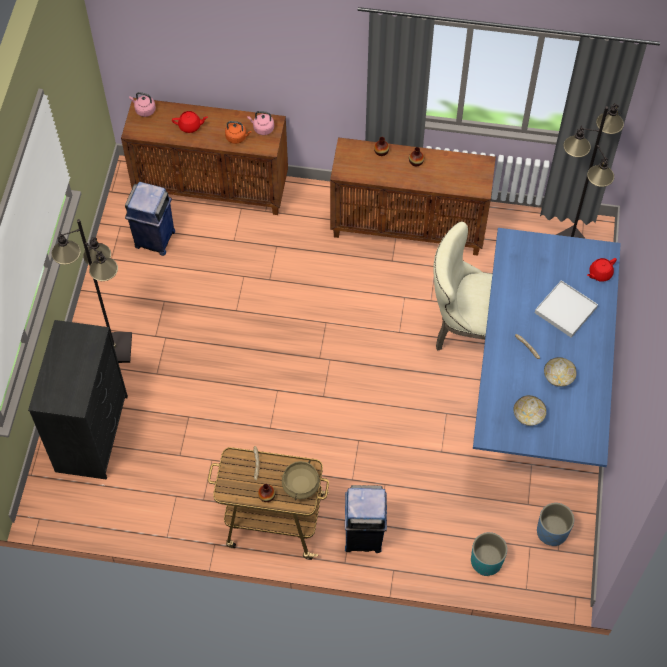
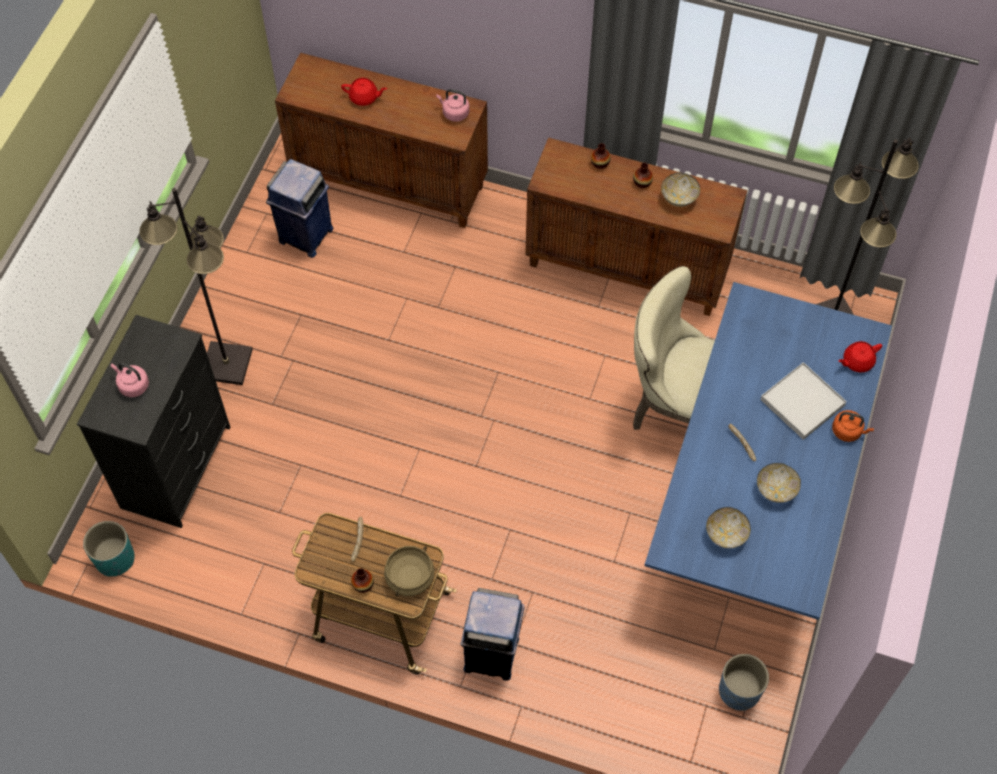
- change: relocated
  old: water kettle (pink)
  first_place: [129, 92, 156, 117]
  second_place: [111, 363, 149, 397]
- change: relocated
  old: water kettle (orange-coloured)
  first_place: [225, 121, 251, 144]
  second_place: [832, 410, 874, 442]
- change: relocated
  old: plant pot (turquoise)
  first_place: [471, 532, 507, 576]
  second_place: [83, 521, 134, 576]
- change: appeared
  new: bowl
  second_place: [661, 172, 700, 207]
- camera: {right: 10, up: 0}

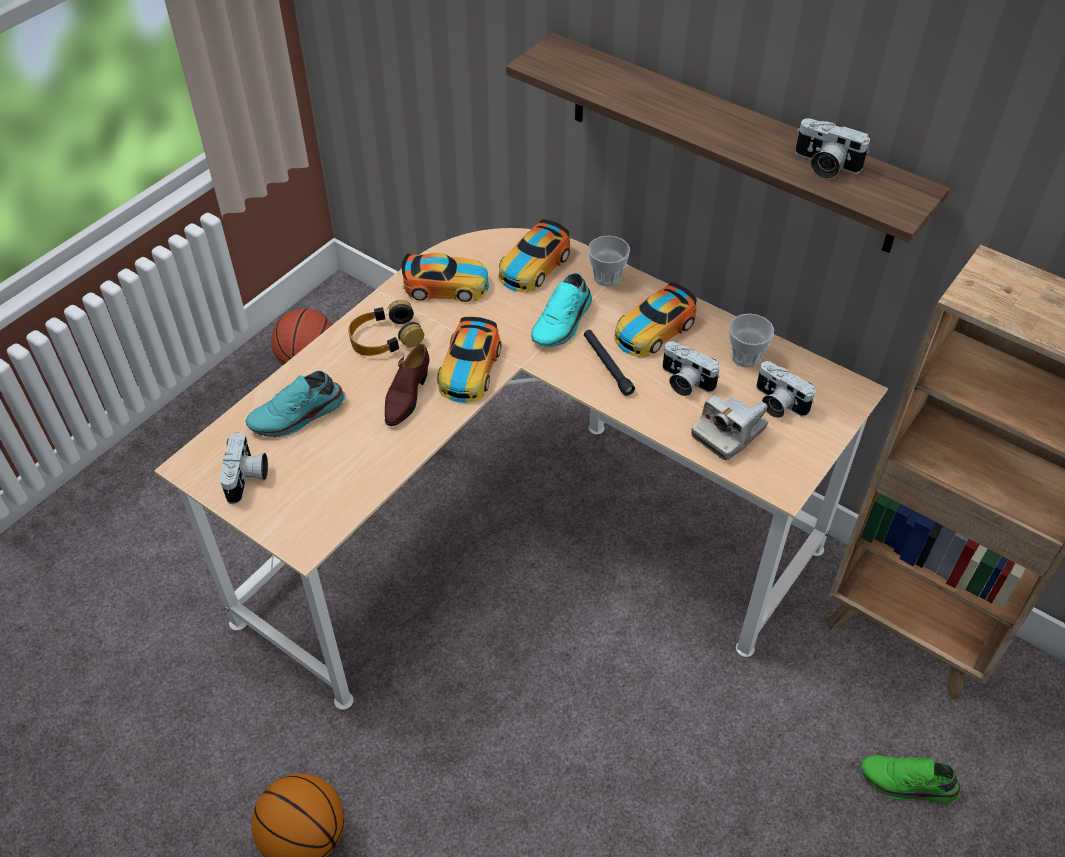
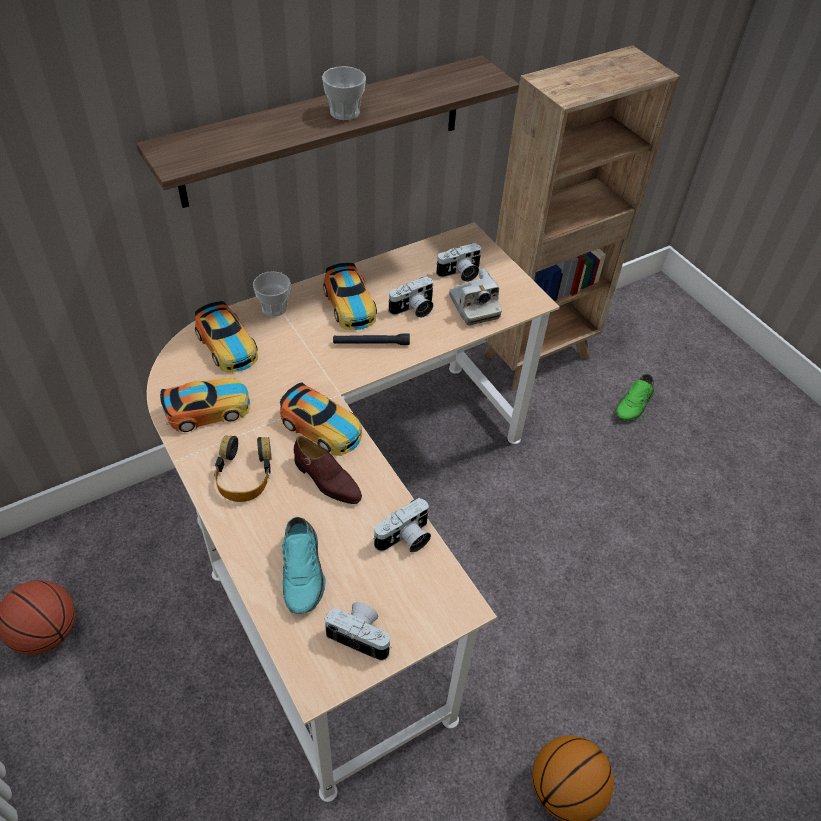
- change: relocated
  old: still camera
  first_place: [795, 118, 870, 179]
  second_place: [374, 498, 431, 553]
- change: spun
  old: miniature car
  first_place: [402, 253, 489, 302]
  second_place: [160, 378, 250, 432]
  degrees: 45
- change: missing
  old: low shoe (turquoise)
  first_place: [531, 273, 592, 347]
- change: relocated
  old: small cup
  first_place: [729, 313, 774, 368]
  second_place: [322, 66, 366, 120]
- camera: {right: -70, up: 0}

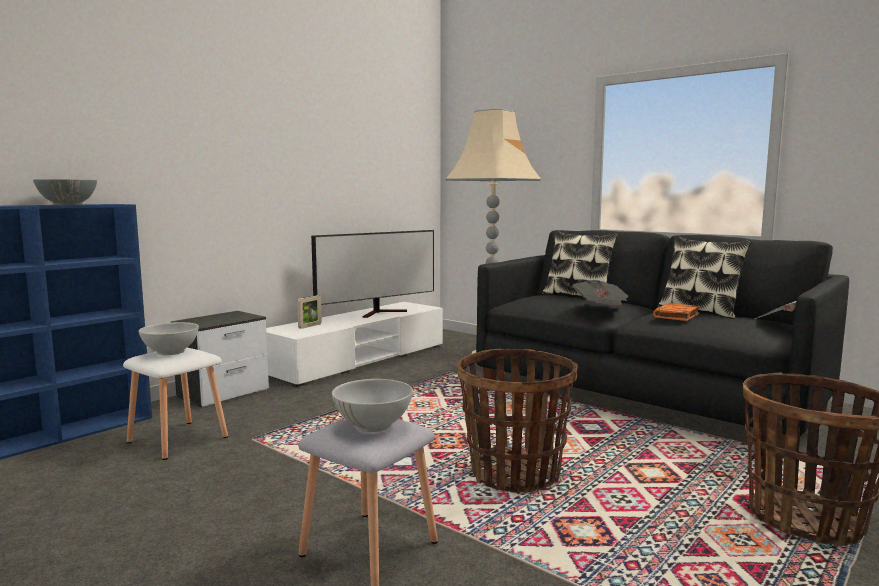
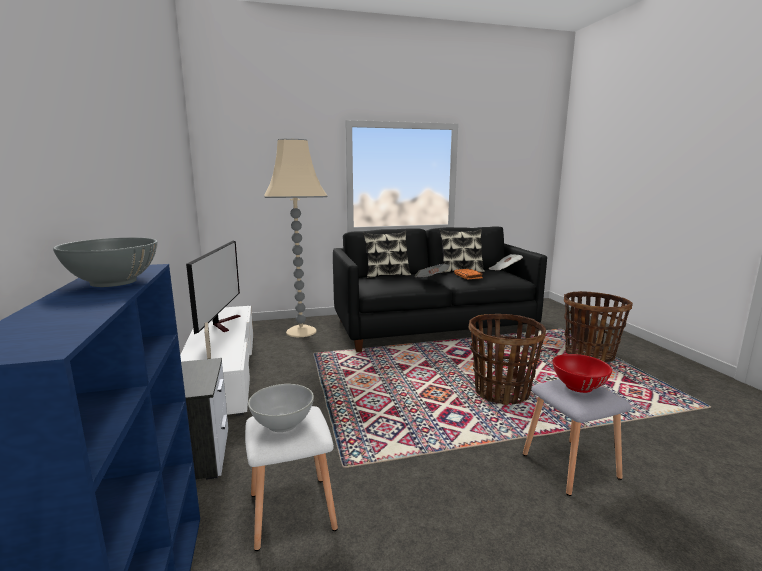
- change: colour
  old: bowl (whitish)
  new: bowl (reddish)
  first_place: [332, 379, 413, 432]
  second_place: [553, 354, 612, 393]
- camera: {right: -55, up: 5}

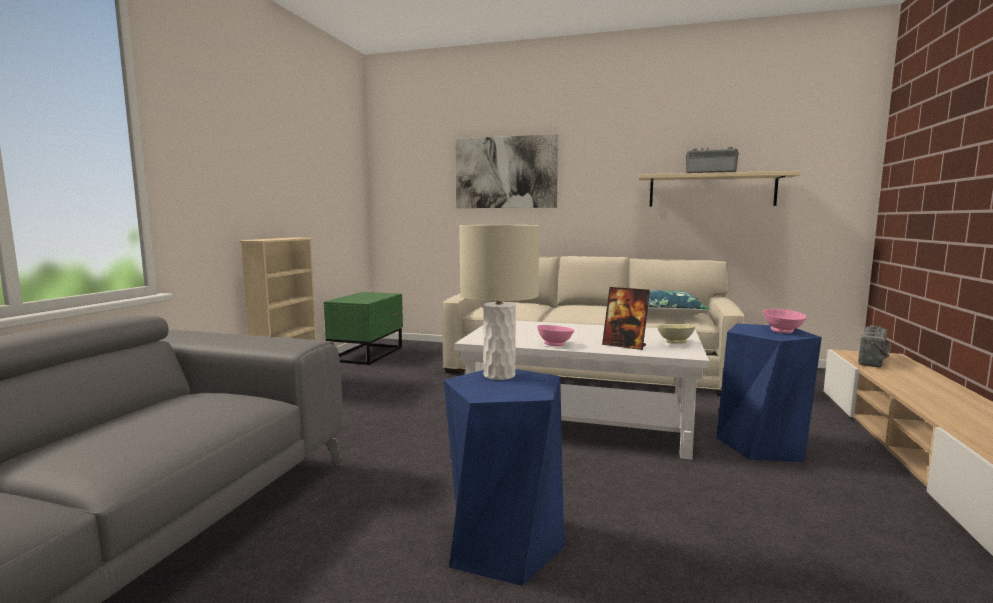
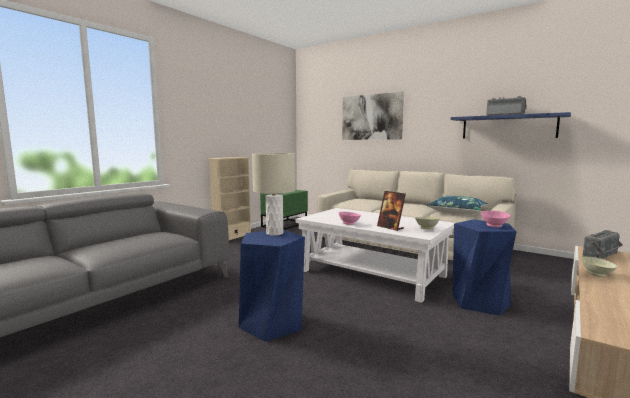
- change: colour
  old: shelf (beige)
  new: shelf (blue-coloured)
  first_place: [639, 171, 801, 206]
  second_place: [451, 112, 571, 139]
- change: appeared
  new: bowl (beige)
  second_place: [581, 257, 617, 277]
- camera: {right: 20, up: 0}

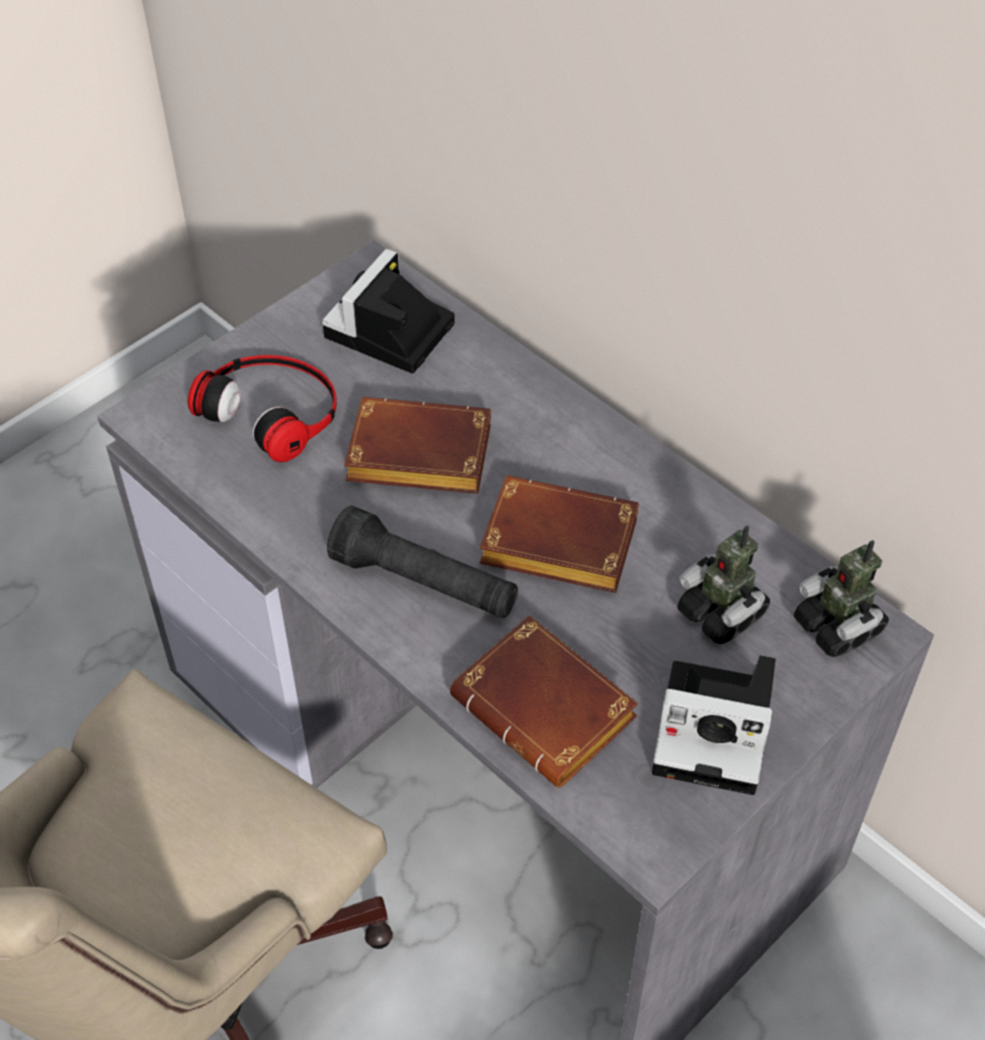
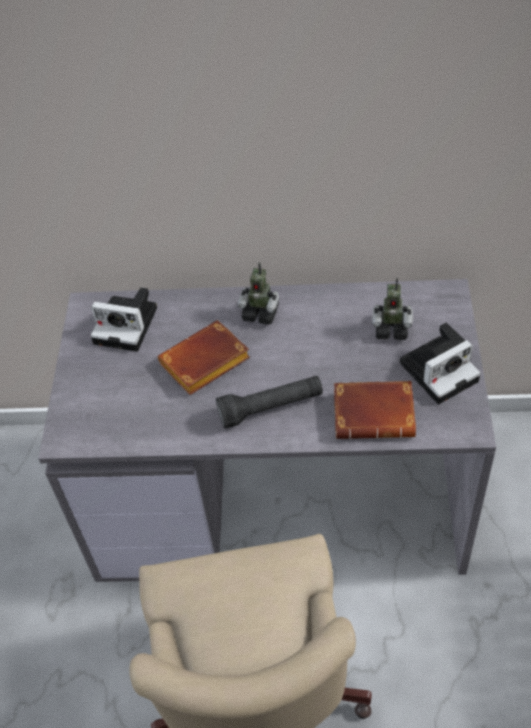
- change: spun
  old: still camera
  first_place: [322, 249, 455, 374]
  second_place: [90, 287, 157, 352]
  degrees: -60
- change: missing
  old: headphones
  first_place: [188, 355, 337, 462]
- change: missing
  old: bound book (brown)
  first_place: [479, 476, 639, 593]
- change: relocated
  old: robot figure
  first_place: [794, 540, 889, 657]
  second_place: [238, 262, 279, 325]
- camera: {right: -40, up: 0}

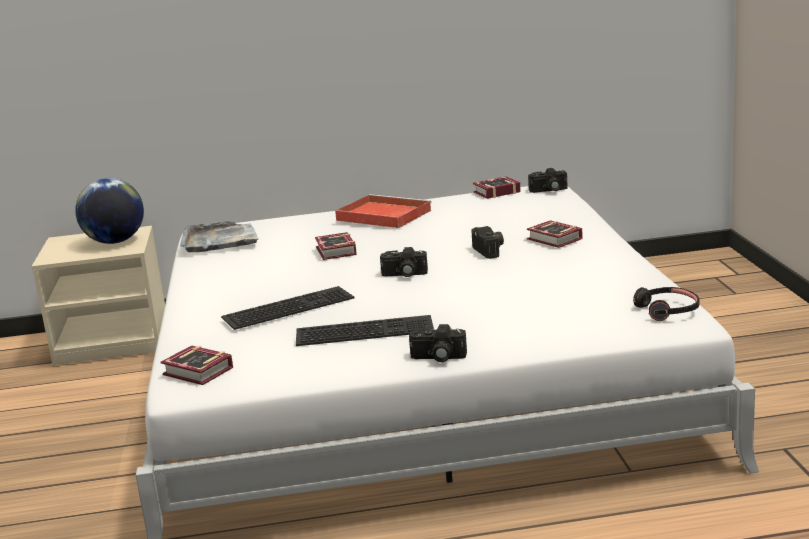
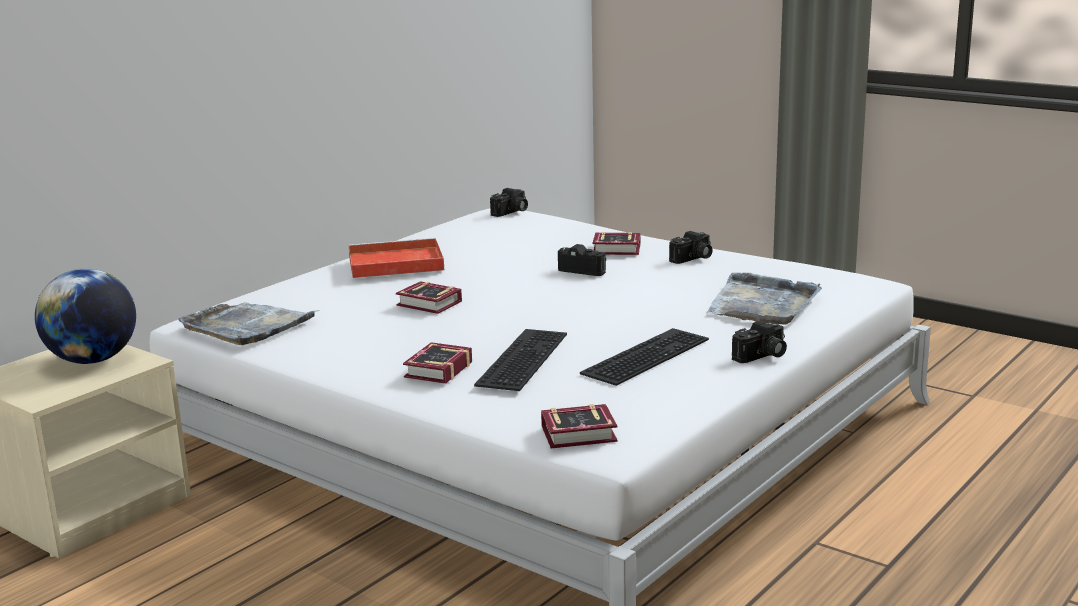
- change: relocated
  old: bound book
  first_place: [473, 177, 521, 199]
  second_place: [403, 342, 472, 384]
- change: relocated
  old: still camera
  first_place: [380, 247, 428, 277]
  second_place: [669, 231, 712, 264]
- change: missing
  old: headphones (black-coloured)
  first_place: [633, 287, 699, 321]
- change: appeared
  new: tray (greyish)
  second_place: [707, 273, 822, 325]
- camera: {right: -45, up: 0}

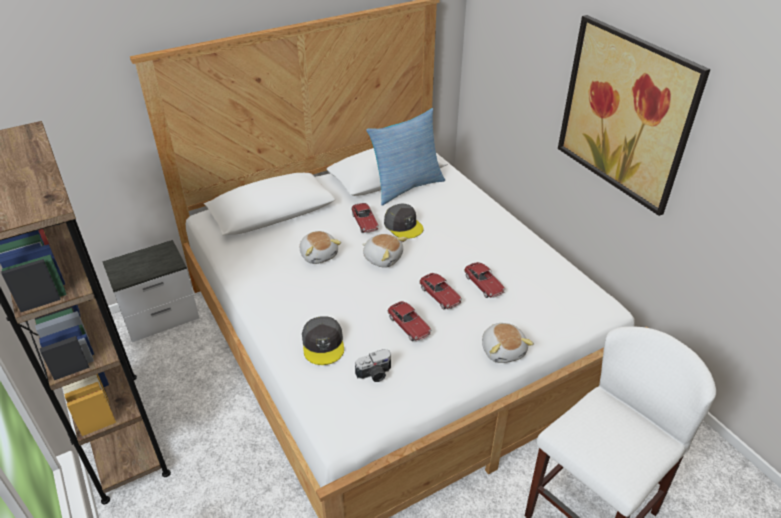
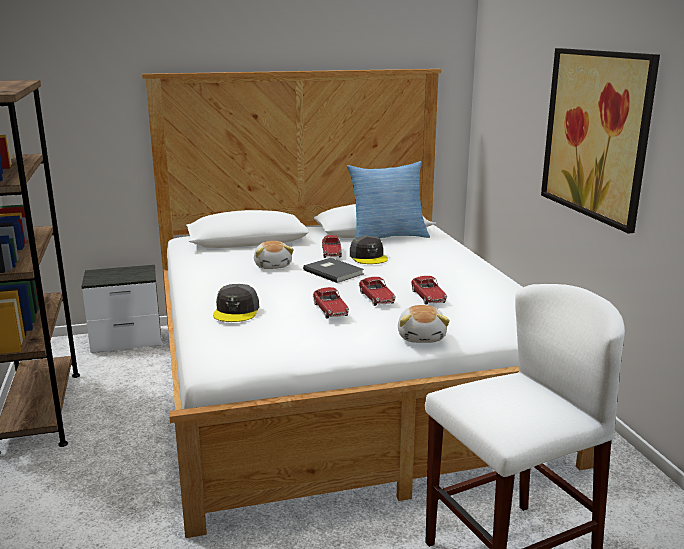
- change: exchanged
  old: cuddly toy
  new: bound book (greyish)
  first_place: [363, 234, 407, 268]
  second_place: [303, 258, 364, 283]
- change: missing
  old: still camera
  first_place: [355, 349, 391, 382]
- camera: {right: 15, up: -20}

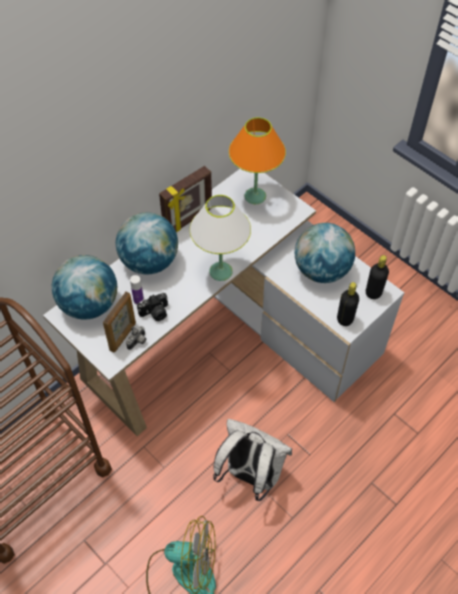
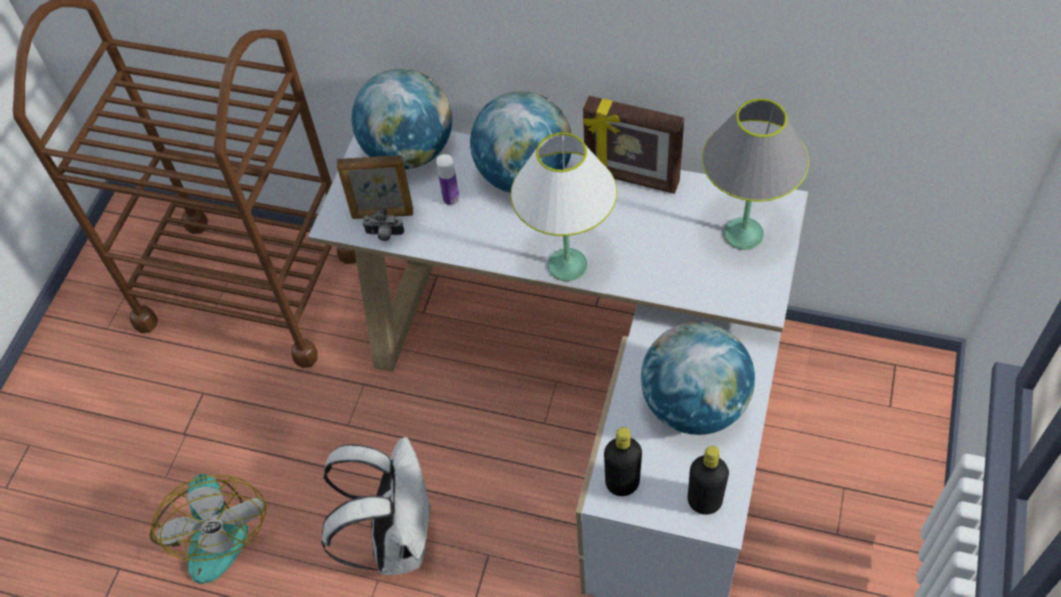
- change: colour
  old: tabletop lamp (orange-coloured)
  new: tabletop lamp (greyish)
  first_place: [229, 117, 286, 204]
  second_place: [702, 99, 809, 250]
- change: missing
  old: still camera
  first_place: [137, 293, 168, 321]
- camera: {right: 65, up: 0}

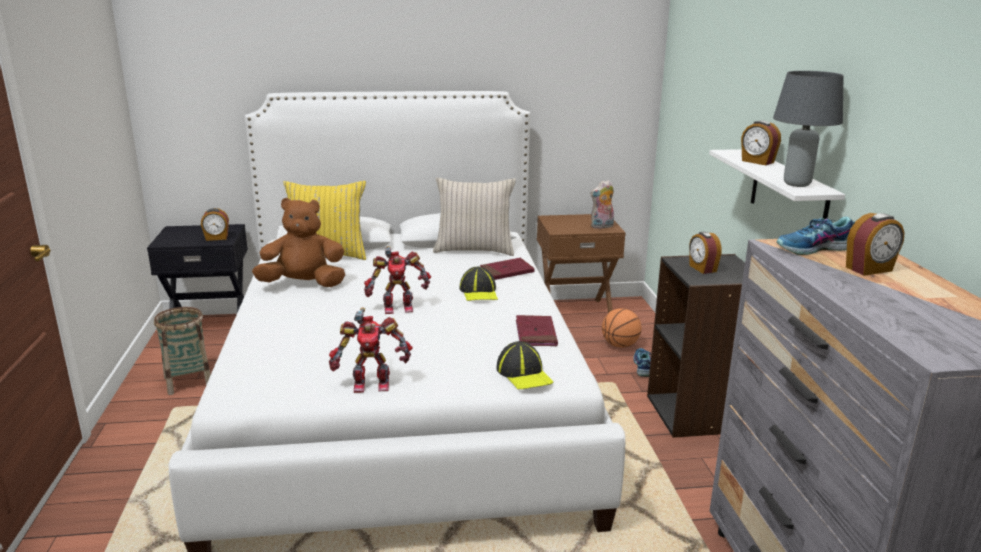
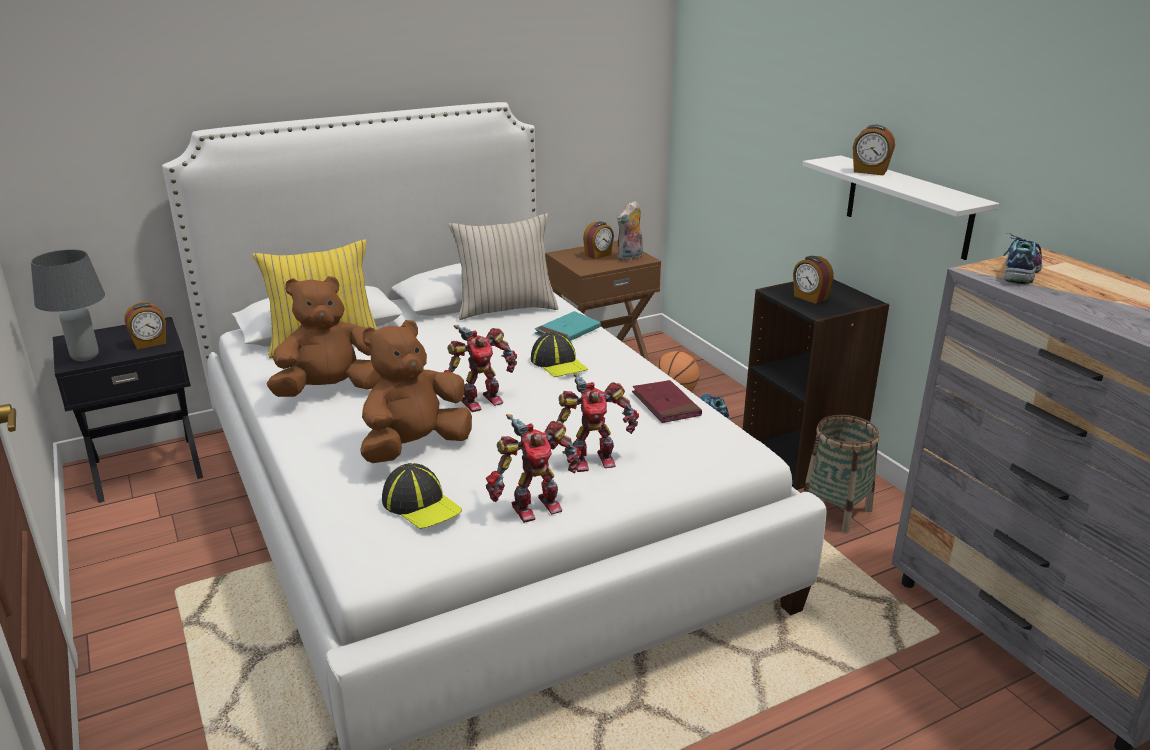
- change: relocated
  old: tabletop lamp (greyish)
  first_place: [773, 71, 843, 187]
  second_place: [31, 249, 105, 361]
- change: relocated
  old: table clock
  first_place: [846, 213, 905, 276]
  second_place: [583, 222, 614, 259]
- change: spun
  old: low shoe
  first_place: [777, 217, 855, 255]
  second_place: [1003, 233, 1042, 284]
  degrees: 150
- change: colour
  old: bound book (reddish)
  new: bound book (turquoise)
  first_place: [480, 258, 535, 280]
  second_place: [535, 311, 601, 341]
- change: relocated
  old: basket
  first_place: [154, 307, 211, 395]
  second_place: [803, 415, 879, 532]
- change: relocated
  old: peaked cap
  first_place: [496, 341, 554, 389]
  second_place: [382, 463, 462, 529]
- change: appeared
  new: cuddly toy (brown)
  second_place: [360, 320, 472, 463]
- change: appeared
  new: robot figure
  second_place: [549, 372, 639, 472]
- camera: {right: -20, up: 5}

